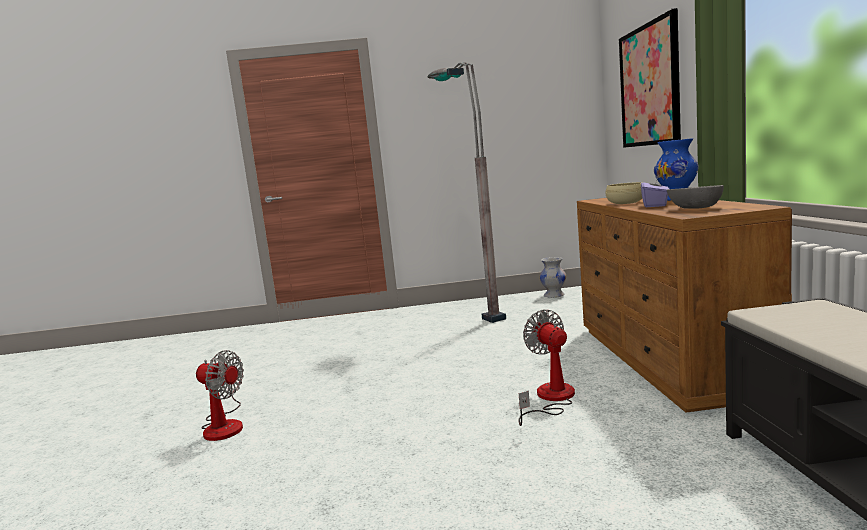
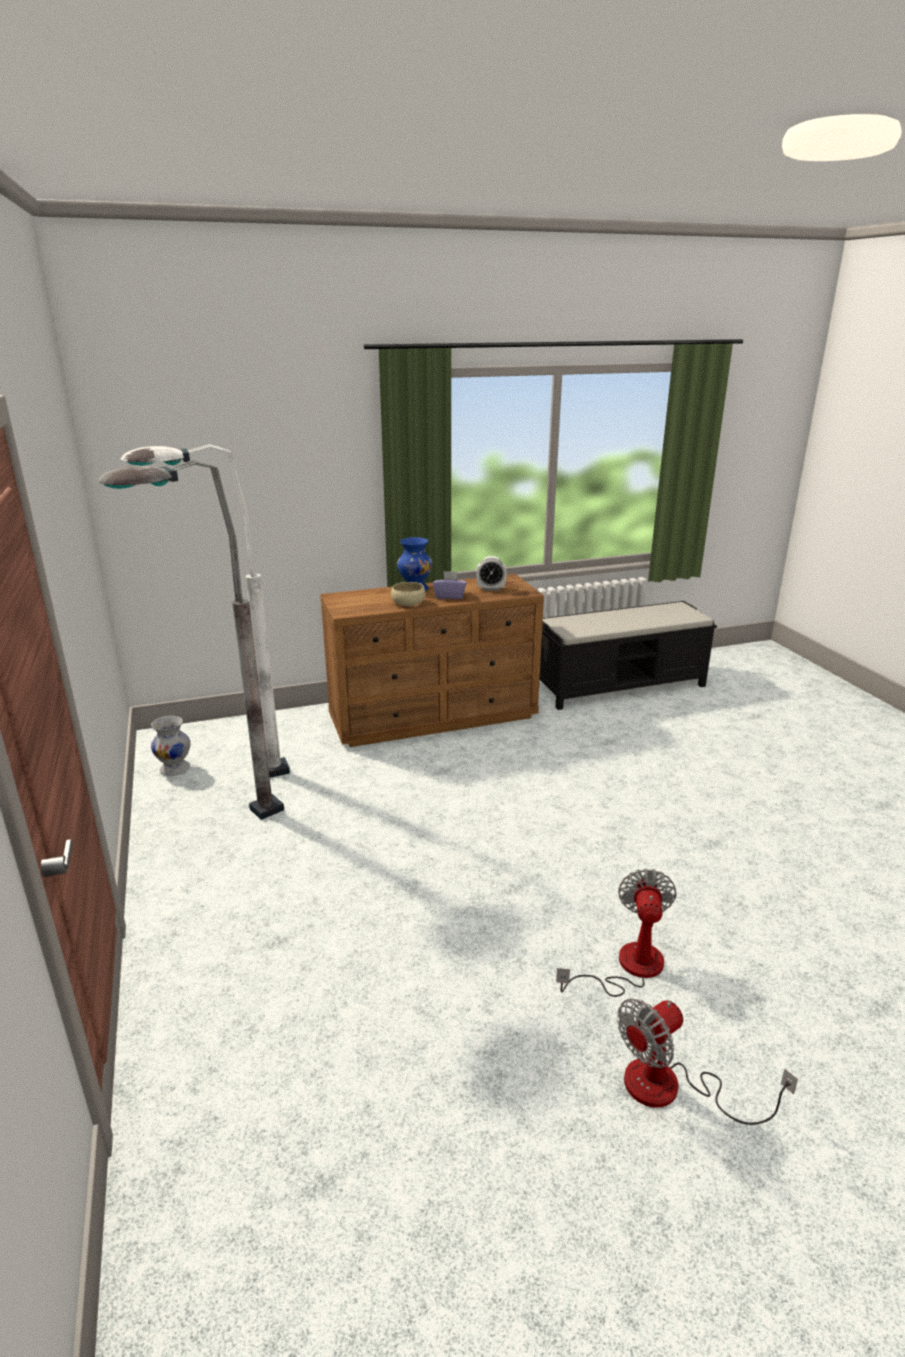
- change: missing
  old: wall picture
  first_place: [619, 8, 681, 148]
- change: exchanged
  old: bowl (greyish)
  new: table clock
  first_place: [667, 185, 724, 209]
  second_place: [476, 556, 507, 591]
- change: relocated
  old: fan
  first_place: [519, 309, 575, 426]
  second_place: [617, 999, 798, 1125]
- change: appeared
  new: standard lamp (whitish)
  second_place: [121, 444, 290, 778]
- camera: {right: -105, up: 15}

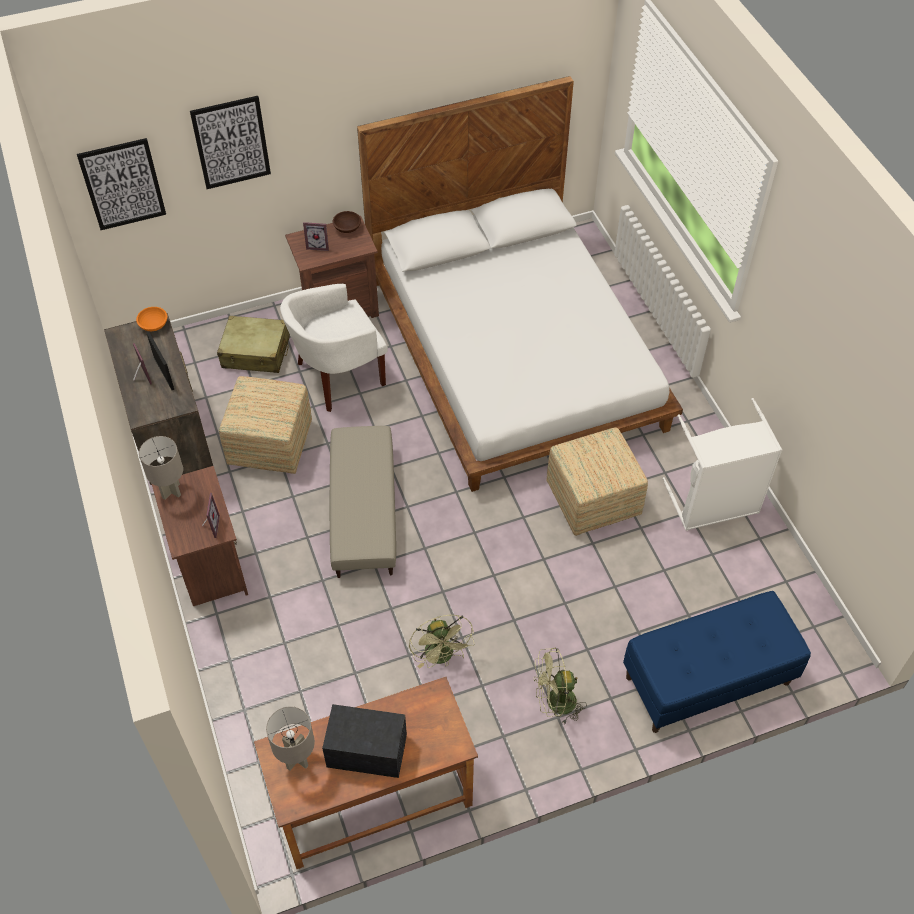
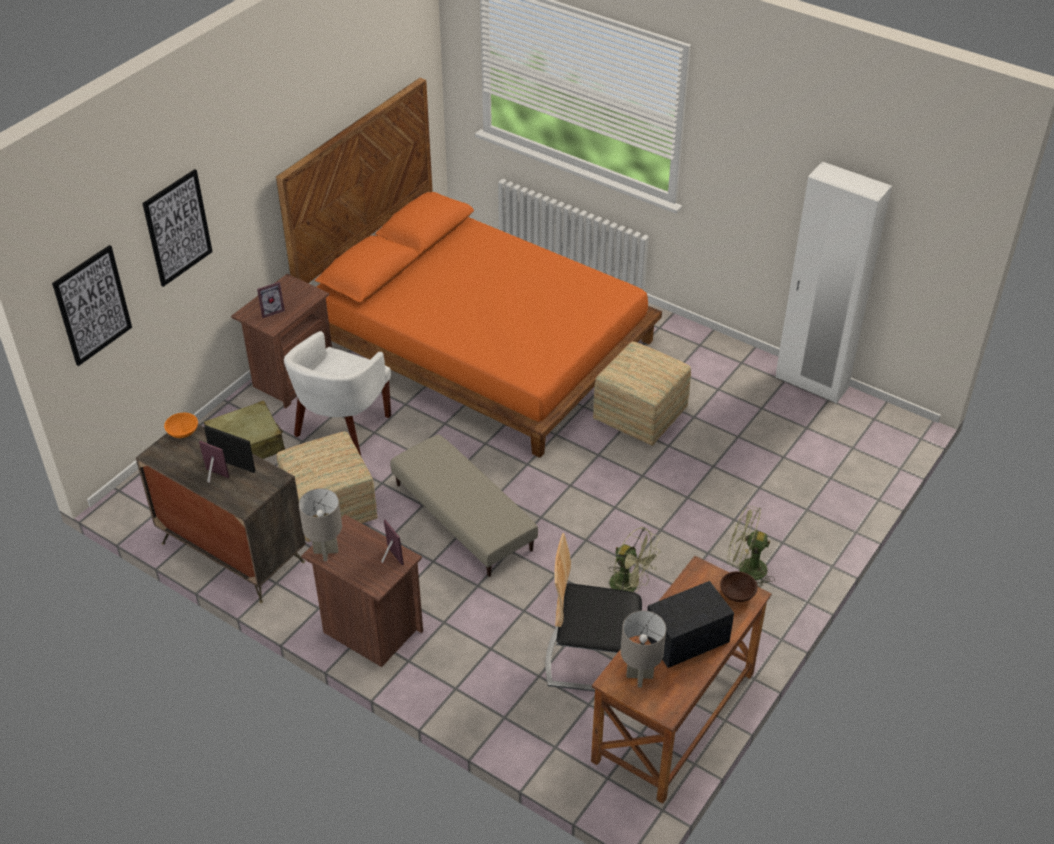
- change: colour
  old: bedroom bed (whitish)
  new: bedroom bed (orange-coloured)
  first_place: [357, 76, 683, 492]
  second_place: [276, 78, 662, 458]
- change: relocated
  old: bowl (brown)
  first_place: [333, 211, 361, 233]
  second_place: [720, 571, 758, 602]
- change: missing
  old: laundry basket (whitish)
  first_place: [663, 398, 782, 531]
- change: missing
  old: indoor bench (blue-coloured)
  first_place: [623, 591, 811, 733]
- change: spun
  old: fan (greenish)
  first_place: [534, 648, 587, 724]
  second_place: [727, 506, 775, 588]
  degrees: 60
- change: appeared
  new: wardrobe (whitish)
  second_place: [775, 162, 892, 404]
- change: appeared
  new: plain chair
  second_place: [545, 533, 642, 691]
- camera: {right: -35, up: -10}

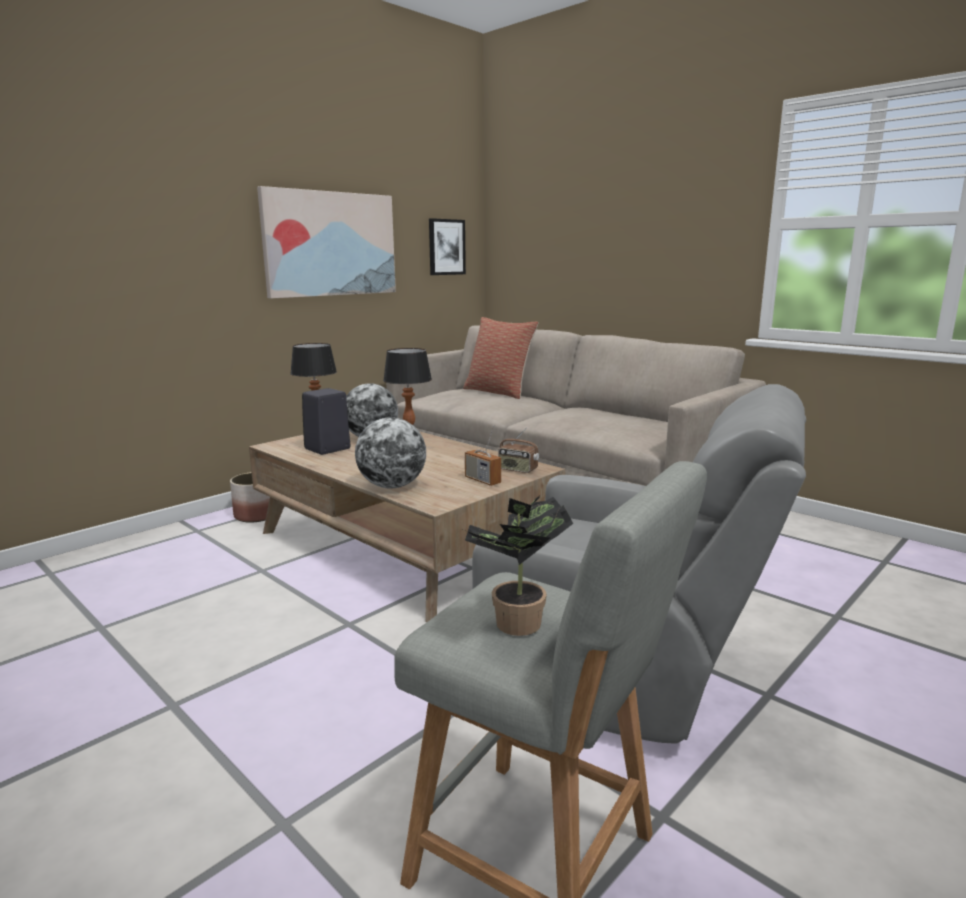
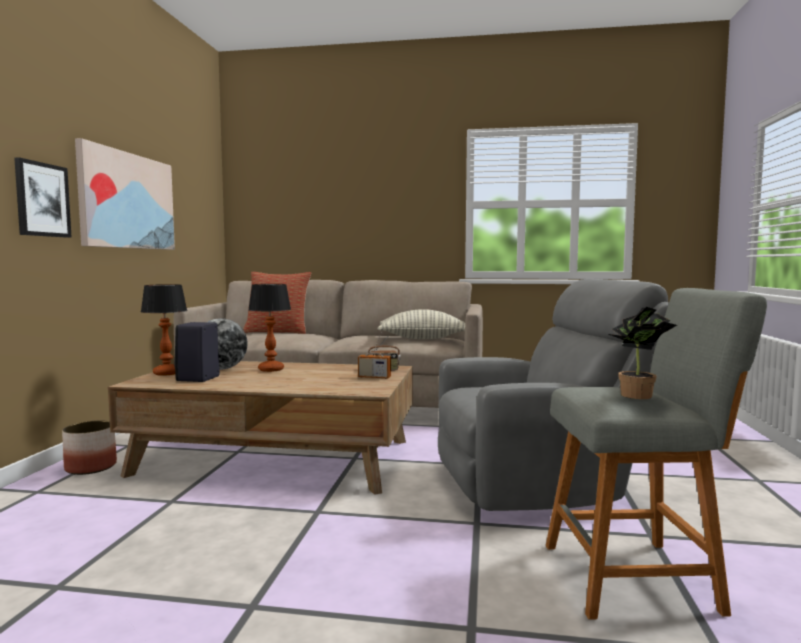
- change: relocated
  old: wall picture
  first_place: [429, 218, 466, 275]
  second_place: [14, 157, 72, 238]
- change: missing
  old: globe
  first_place: [355, 417, 426, 489]
- change: appeared
  new: cushion
  second_place: [378, 309, 465, 339]
- camera: {right: -35, up: -10}

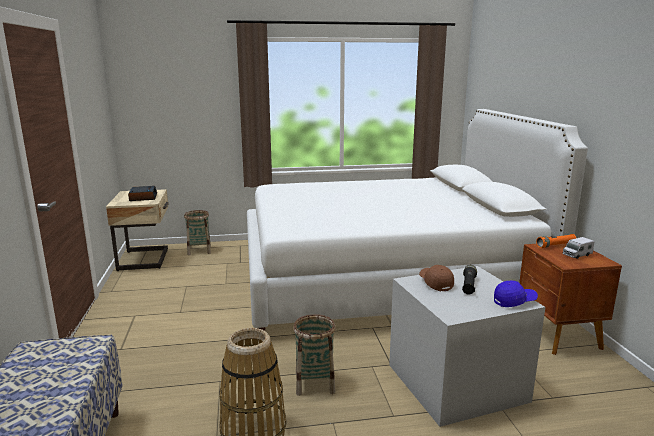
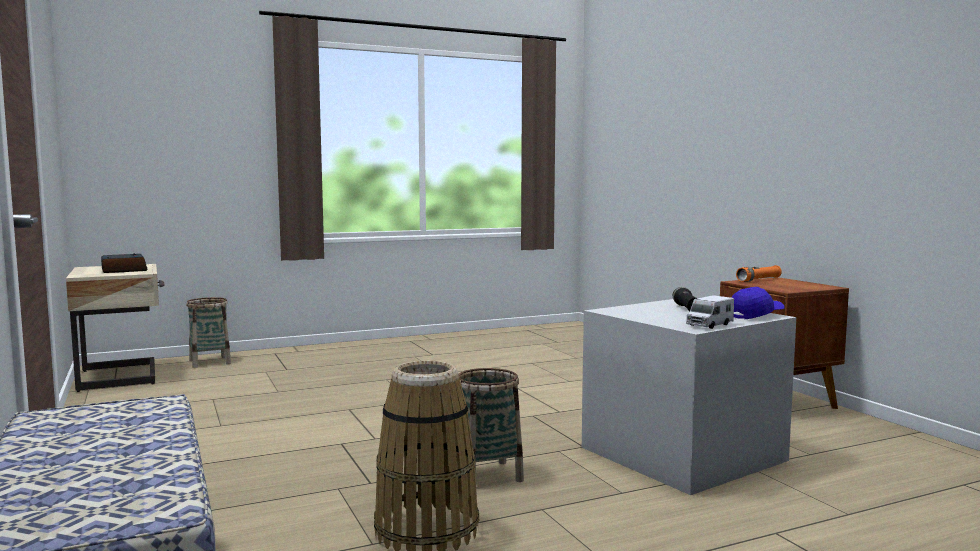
- change: missing
  old: bedroom bed (whitish)
  first_place: [247, 109, 588, 341]
- change: relocated
  old: toy truck
  first_place: [562, 237, 594, 259]
  second_place: [686, 295, 734, 329]
- change: missing
  old: peaked cap (brown)
  first_place: [419, 265, 454, 291]
- camera: {right: -15, up: -10}

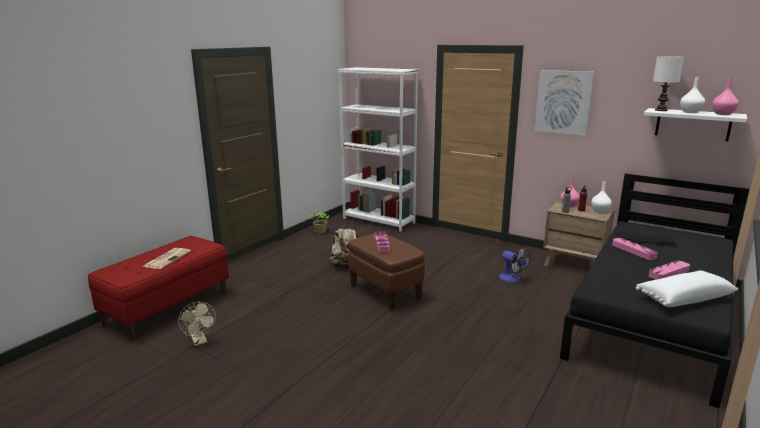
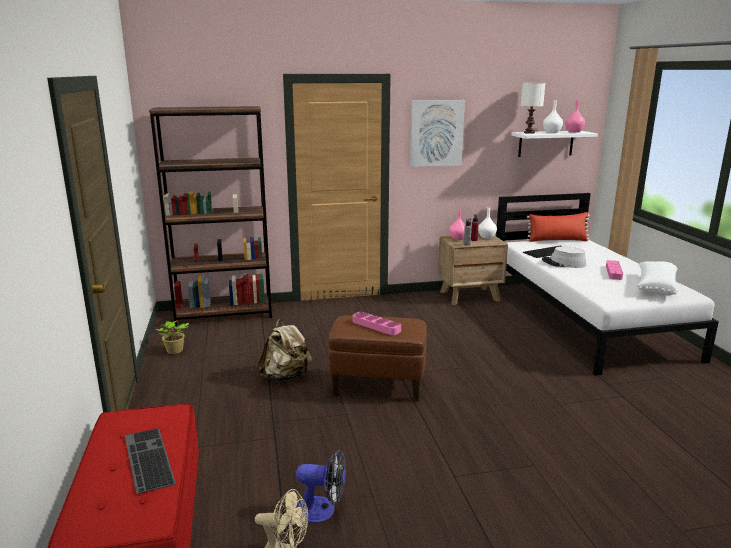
- change: colour
  old: shelving unit (whitish)
  new: shelving unit (brown)
  first_place: [338, 67, 418, 232]
  second_place: [149, 106, 272, 326]
- change: colour
  old: bedroom bed (black-coloured)
  new: bedroom bed (whitish)
  first_place: [560, 173, 749, 408]
  second_place: [496, 193, 719, 376]
- change: exchanged
  old: tray (pink)
  new: wearable hat (greyish)
  first_place: [612, 238, 658, 260]
  second_place: [542, 246, 586, 268]
- change: exchanged
  old: printed paper
  new: keyboard
  first_place: [142, 248, 191, 269]
  second_place: [124, 428, 176, 494]
- change: relocated
  old: fan
  first_place: [499, 248, 531, 282]
  second_place: [296, 450, 346, 523]
- change: appeared
  new: cushion (reddish)
  second_place: [527, 212, 590, 242]
- camera: {right: -45, up: 0}

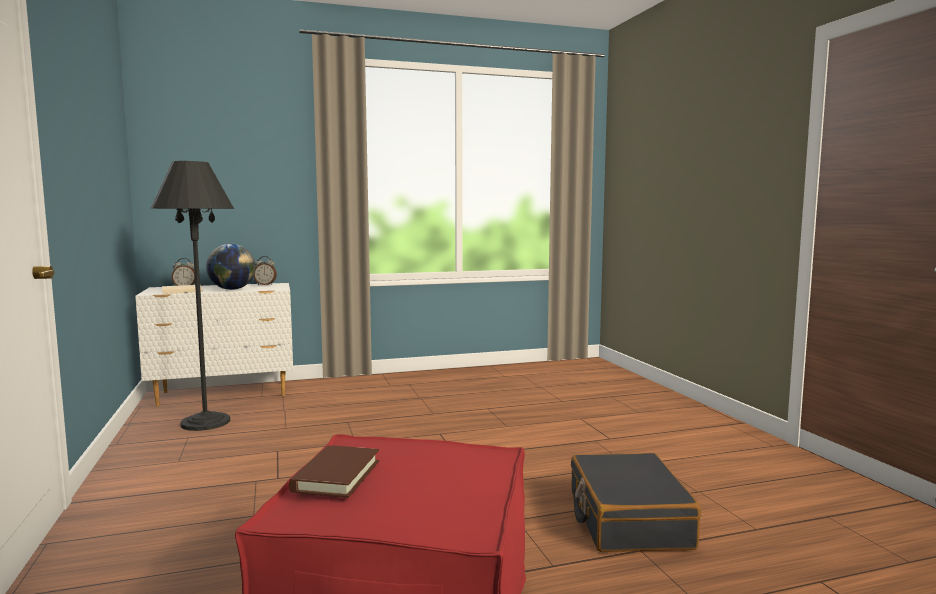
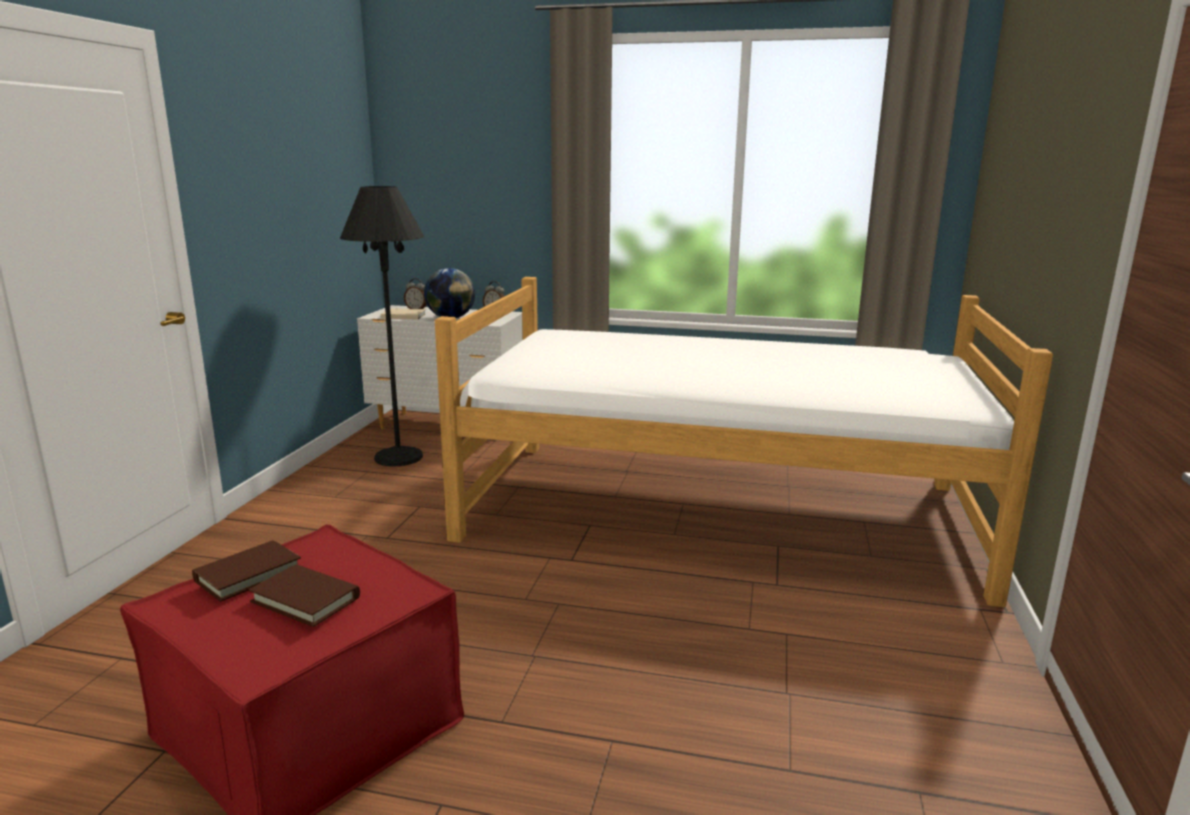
- change: missing
  old: piece of luggage (black-coloured)
  first_place: [571, 453, 701, 552]
- change: appeared
  new: bedroom bed
  second_place: [435, 277, 1053, 607]
- change: appeared
  new: bound book (brown)
  second_place: [248, 564, 360, 627]
- camera: {right: 30, up: 10}

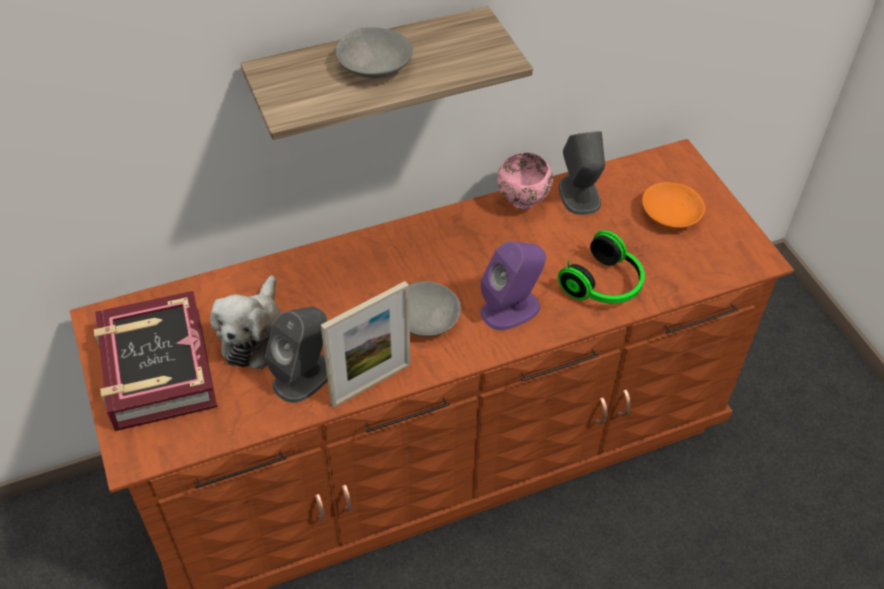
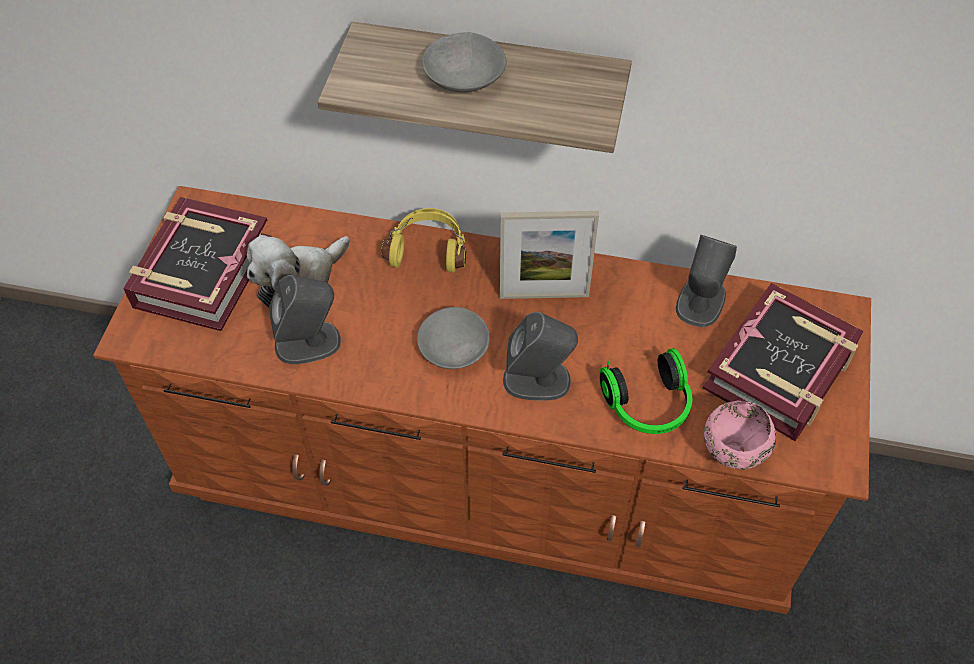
- change: relocated
  old: bowl (pink)
  first_place: [497, 153, 553, 210]
  second_place: [704, 400, 776, 470]
- change: exchanged
  old: bowl (orange-coloured)
  new: bound book
  first_place: [642, 182, 705, 229]
  second_place: [702, 283, 863, 441]
- change: colour
  old: speaker (purple-coloured)
  new: speaker (greyish)
  first_place: [481, 241, 546, 330]
  second_place: [503, 312, 578, 401]
- change: relocated
  old: photo frame
  first_place: [321, 281, 410, 408]
  second_place: [500, 211, 599, 299]
- change: appeared
  new: headphones (yellowish)
  second_place: [381, 208, 466, 273]
- camera: {right: 35, up: 5}

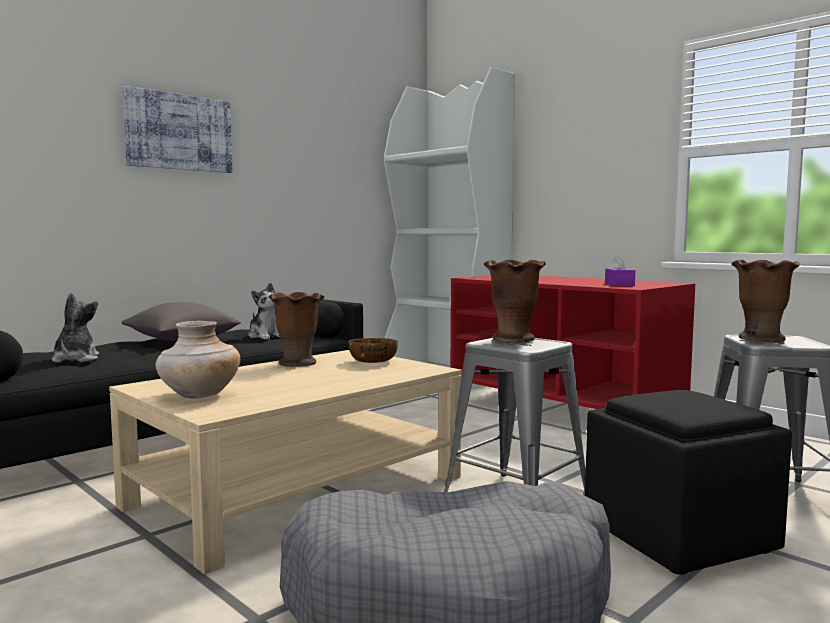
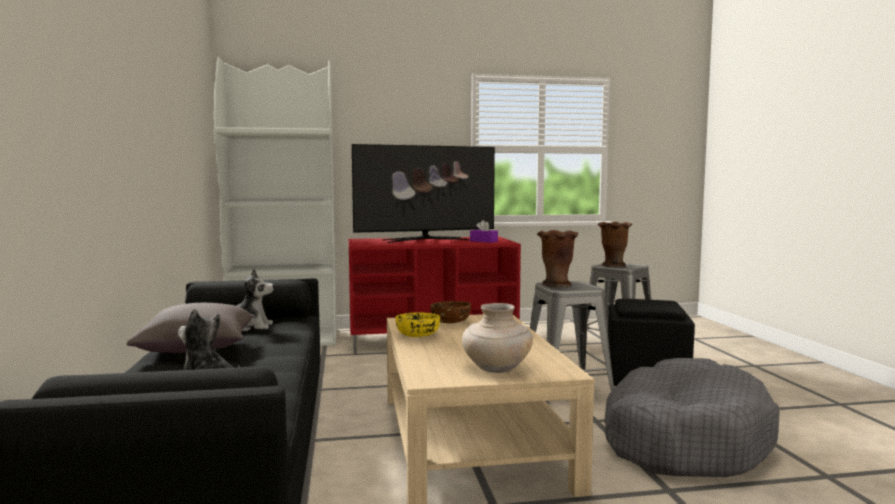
- change: missing
  old: wall picture
  first_place: [122, 86, 233, 173]
- change: exchanged
  old: vase (brown)
  new: bowl (yellowish)
  first_place: [269, 292, 325, 367]
  second_place: [395, 312, 440, 337]
- change: appeared
  new: television
  second_place: [352, 144, 495, 243]
- camera: {right: -55, up: 0}

